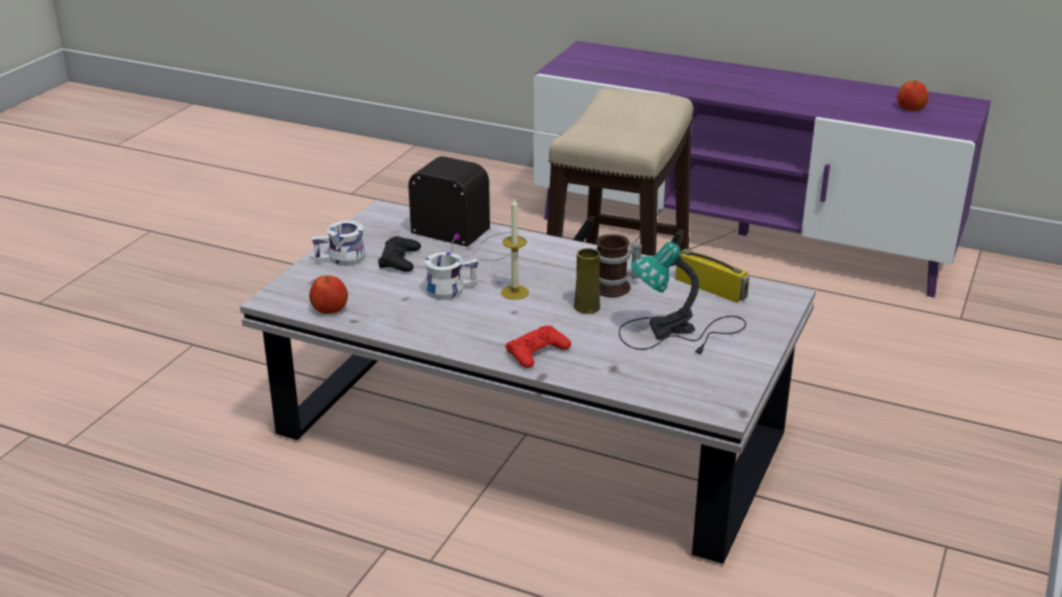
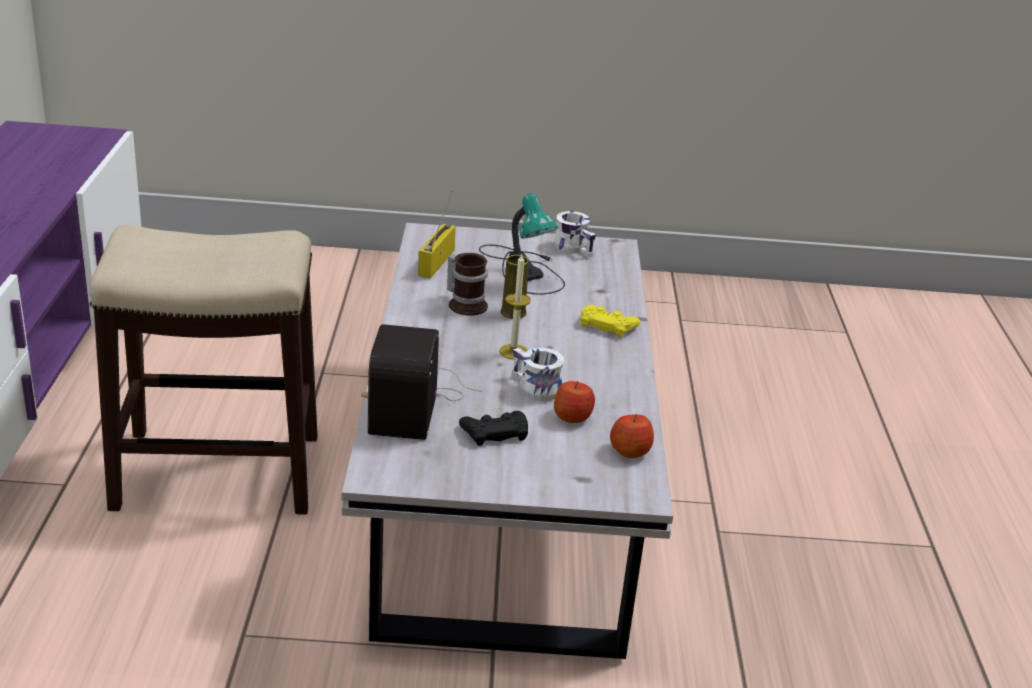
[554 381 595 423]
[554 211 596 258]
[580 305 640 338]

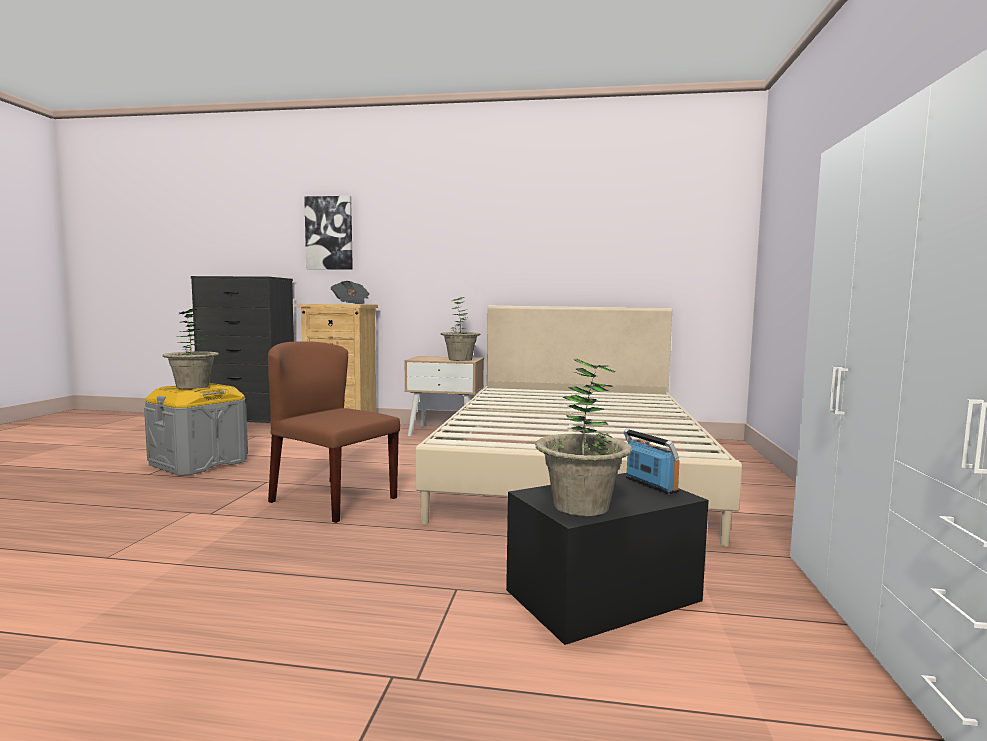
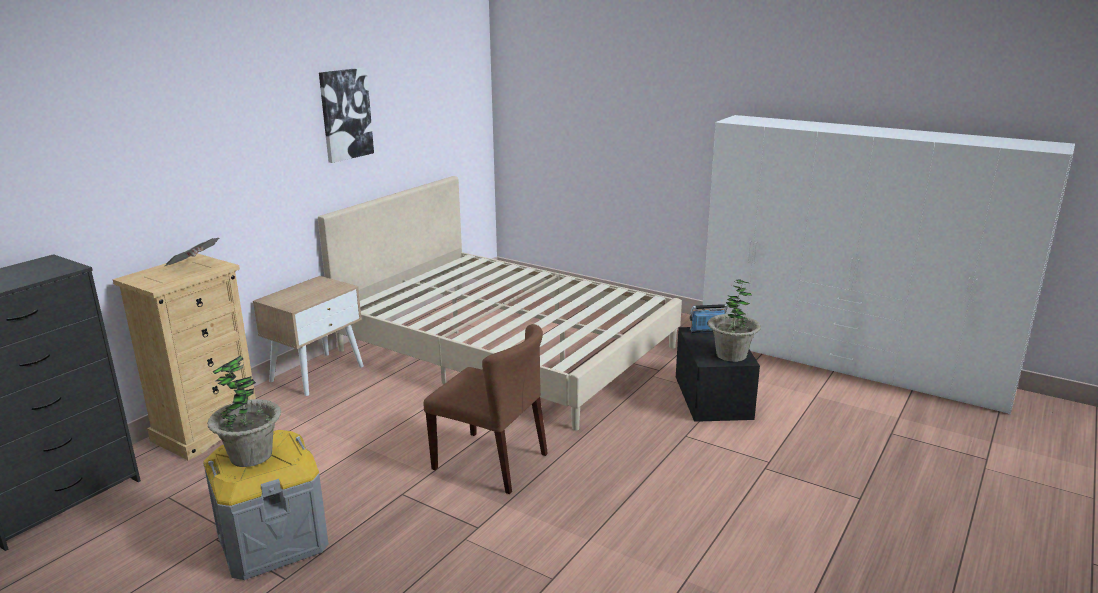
[319 68 374 163]
[441 297 481 361] (first image)
[424 324 548 494]

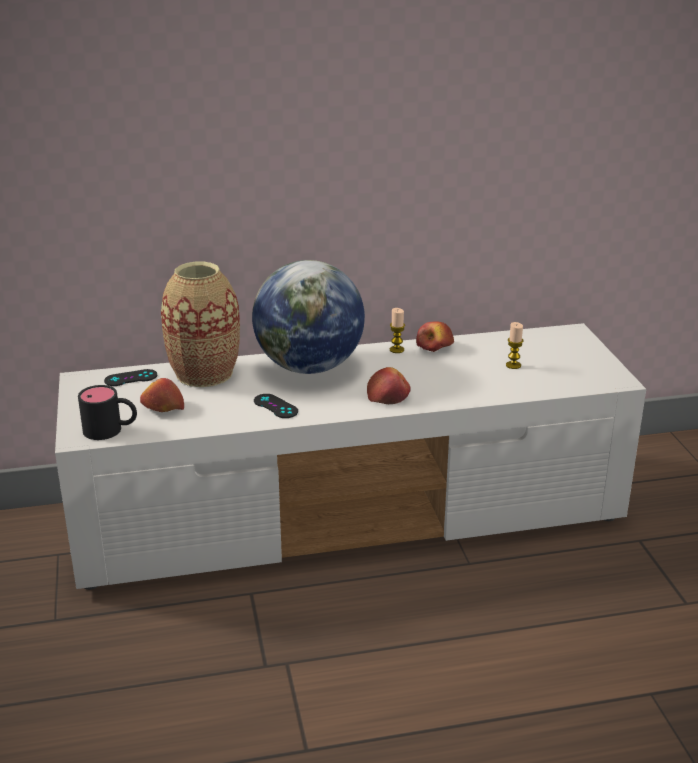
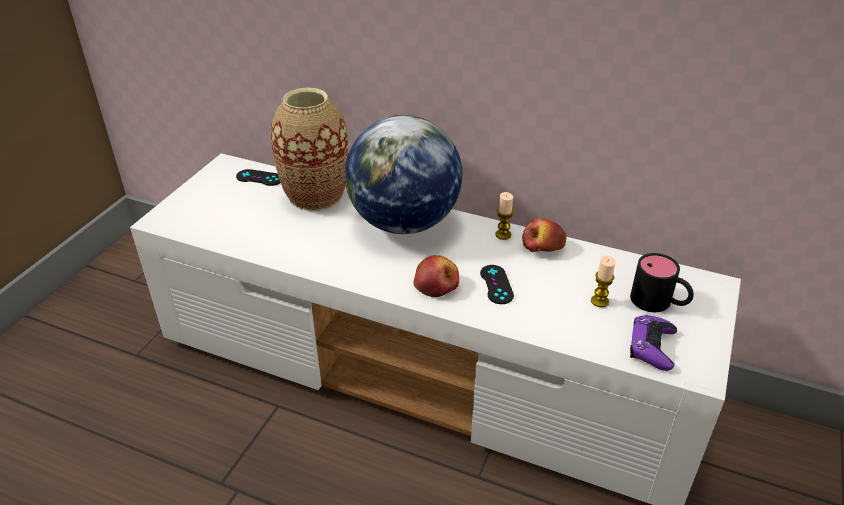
[140 378 184 412] (first image)
[630 253 694 312]
[480 265 514 304]
[630 315 677 371]

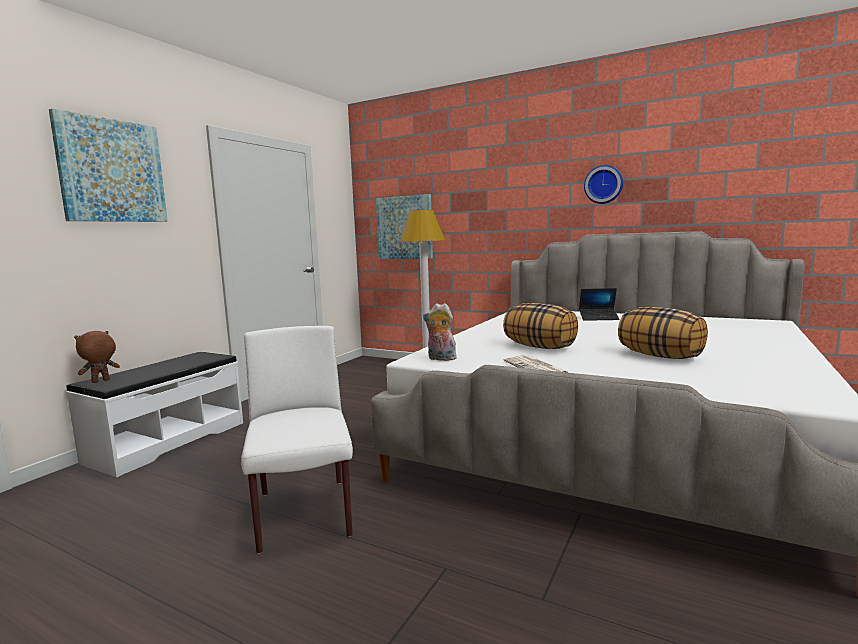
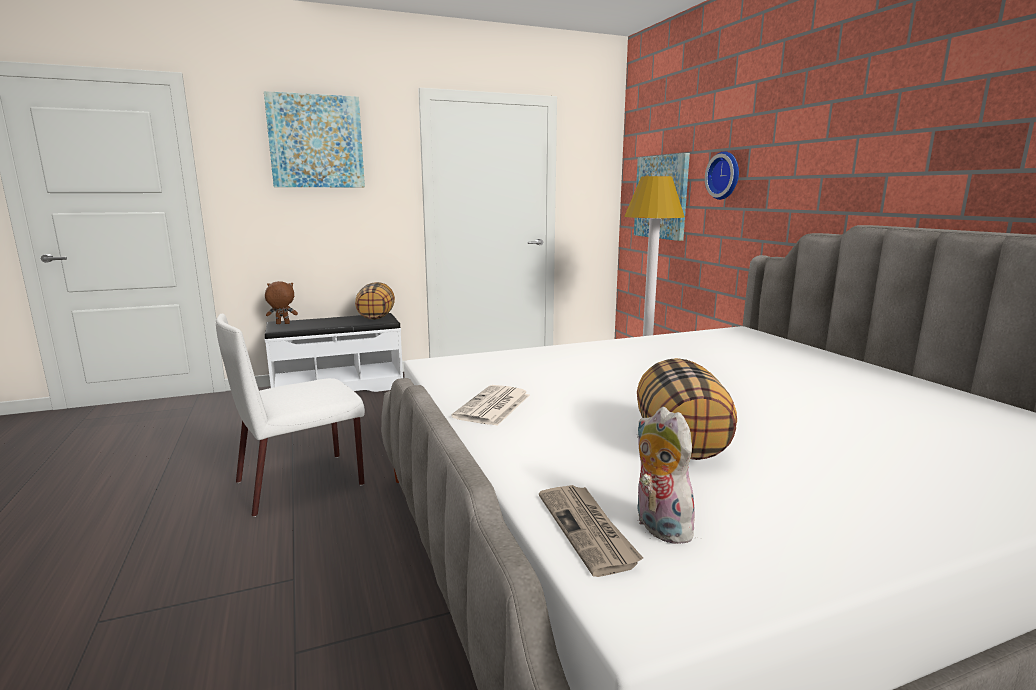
[705 151 739 200]
[579 288 619 321] (first image)
[637 407 700 544]
[355 282 395 320]
[216 314 365 517]
[539 485 643 577]

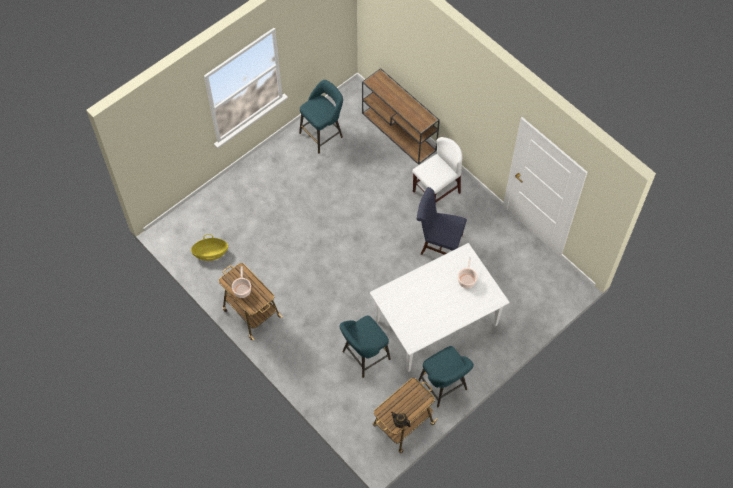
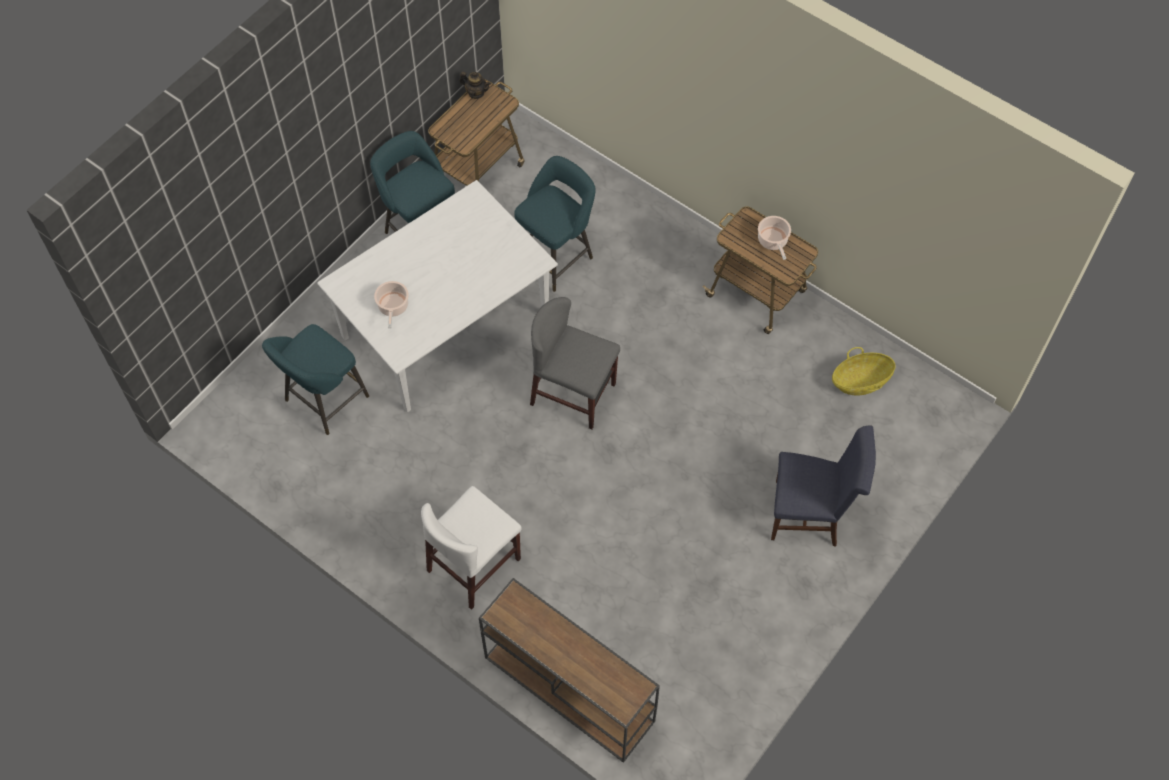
[262 324 369 435]
[771 425 876 547]
[530 297 620 430]

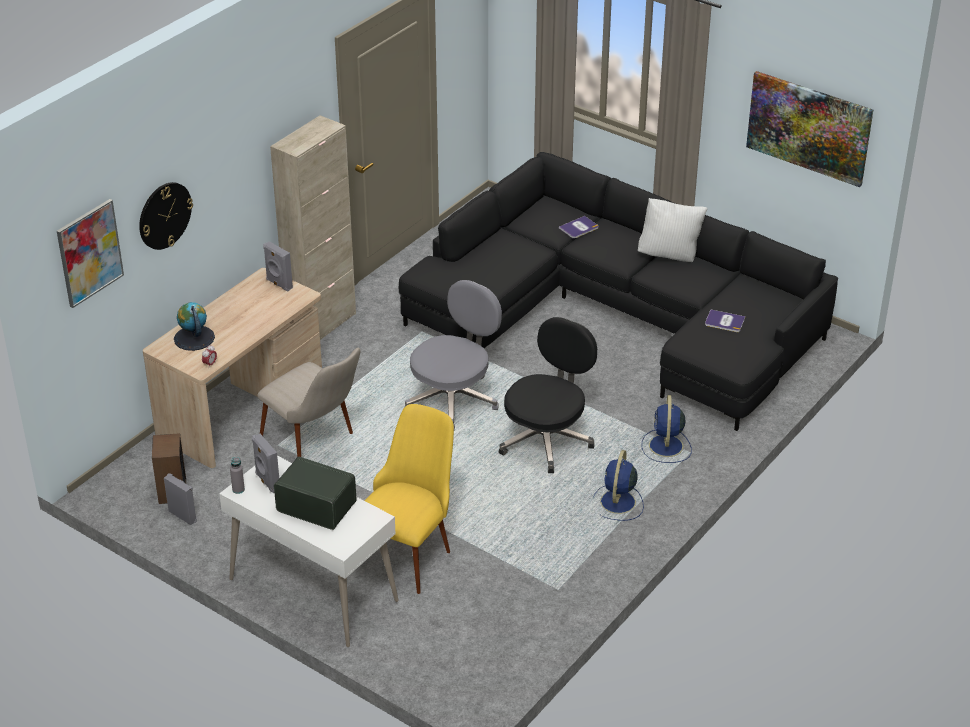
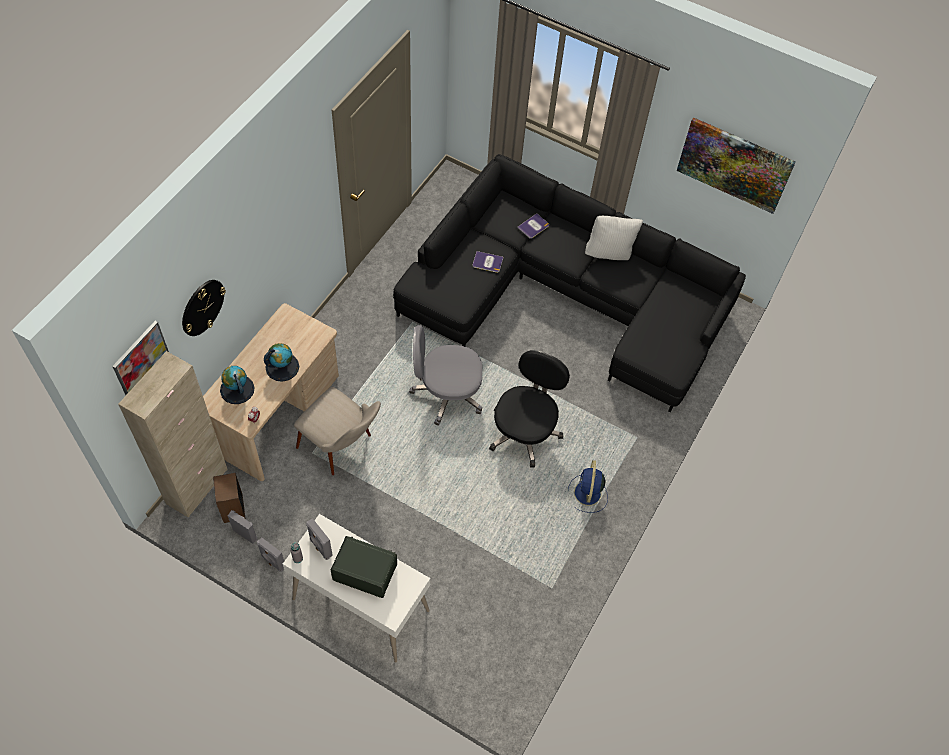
[118 351 228 518]
[257 537 284 572]
[409 325 482 425]
[473 251 503 273]
[642 395 692 463] (first image)
[365 404 454 594] (first image)
[264 343 299 382]

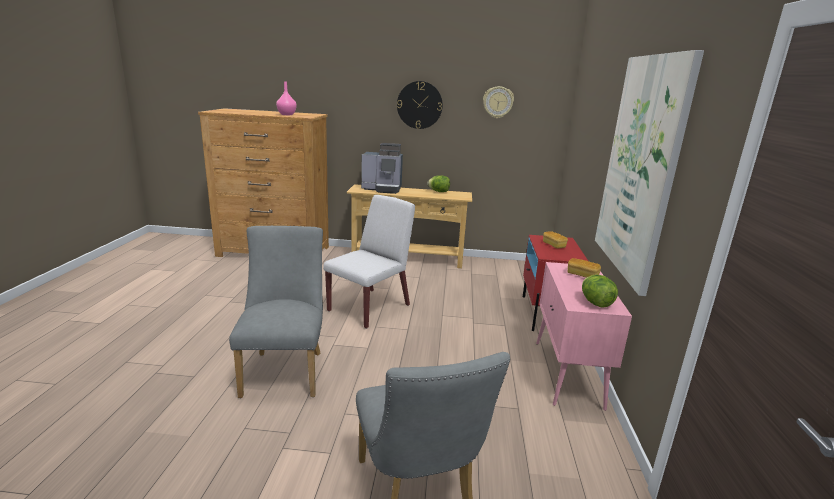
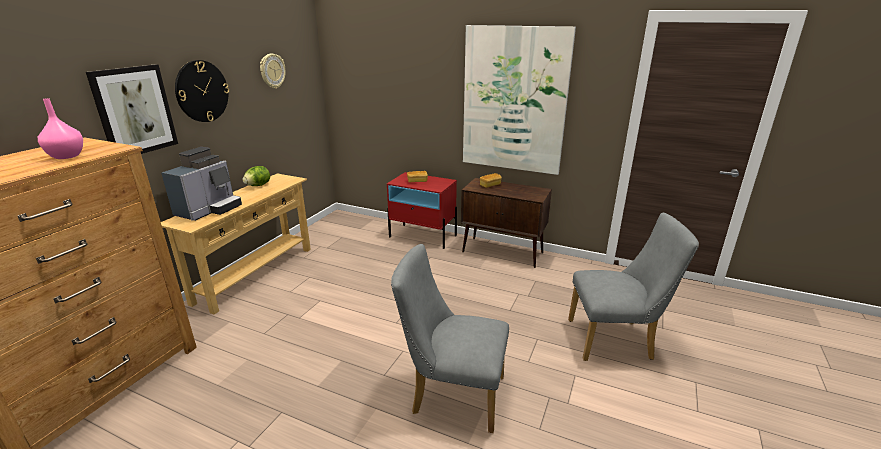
[323 195 415 329] (first image)
[461 178 552 268]
[582 274 618 308] (first image)
[86 64 178 154]

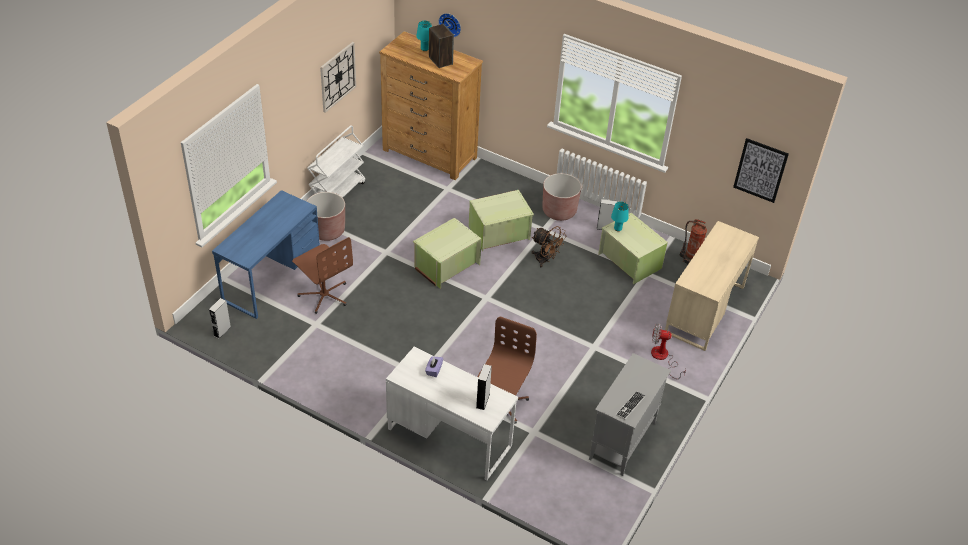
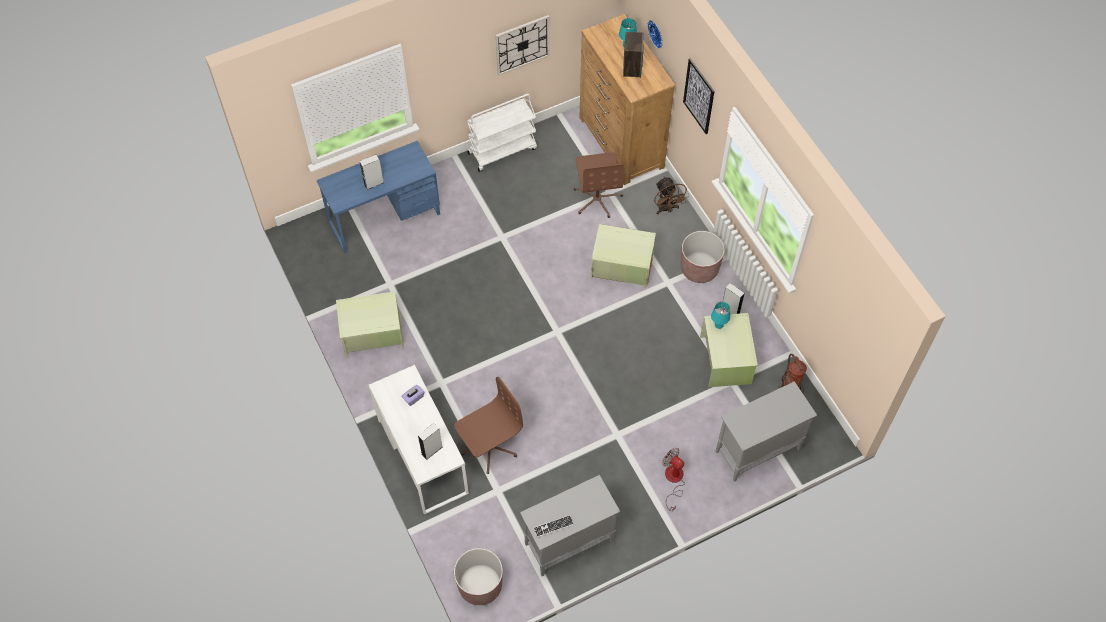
[683 58 714 134]
[454 548 503 605]
[336 292 404 357]
[715 381 817 482]
[654 177 689 215]
[574 153 624 218]
[360 154 384 190]

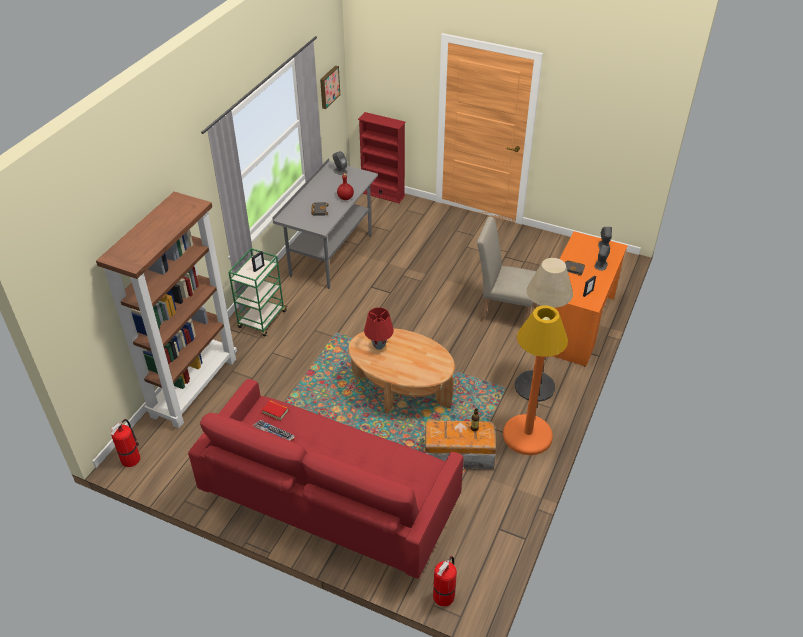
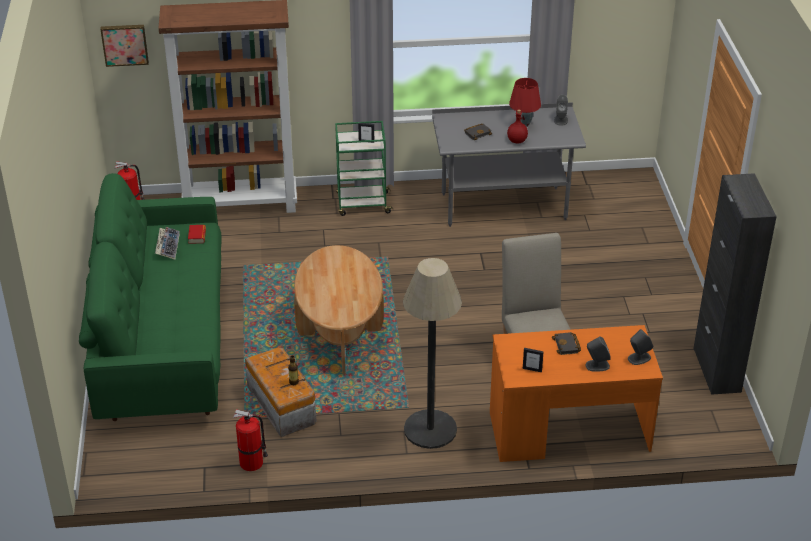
[100 25 149 67]
[358 112 406 203] (first image)
[503 305 568 455] (first image)
[509 78 541 127]
[79 173 222 421]
[233 409 268 471]
[693 173 777 395]

